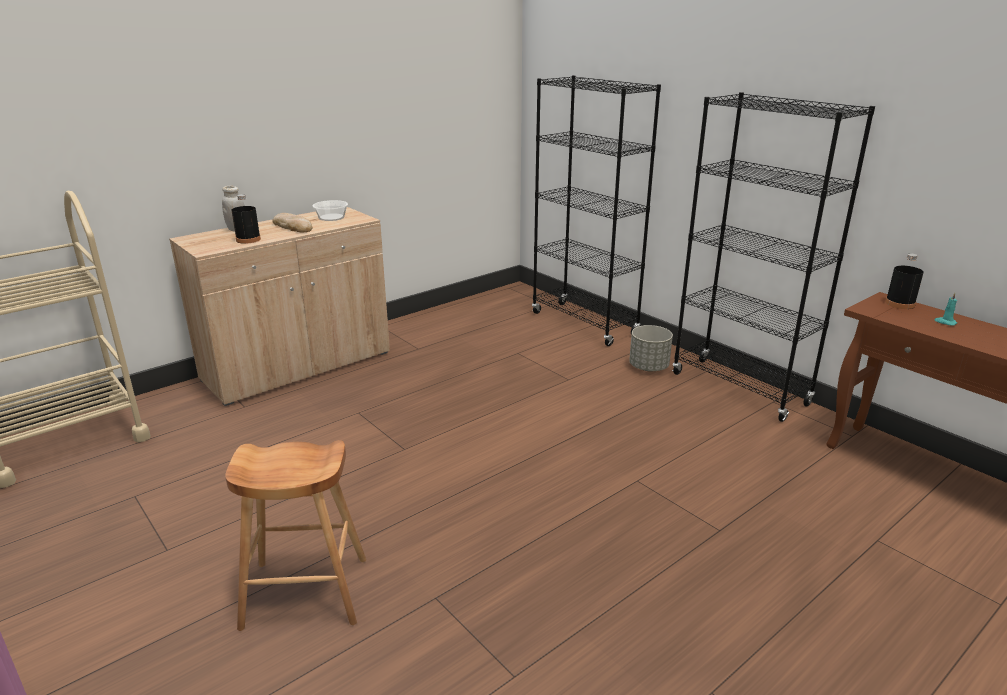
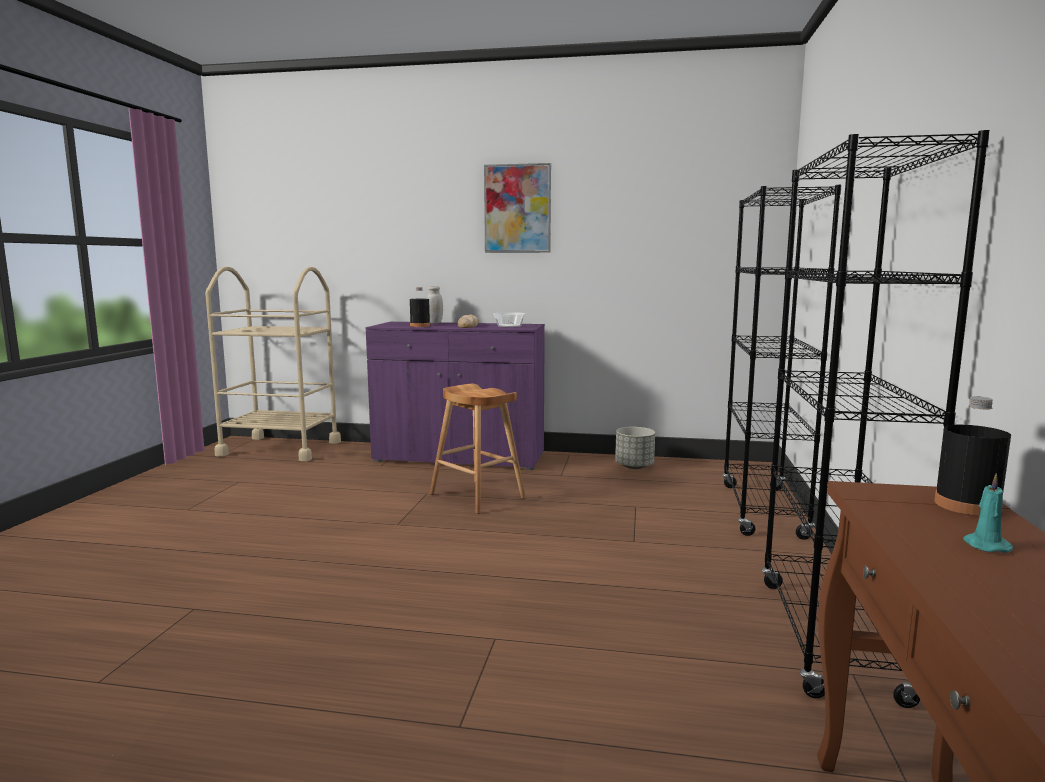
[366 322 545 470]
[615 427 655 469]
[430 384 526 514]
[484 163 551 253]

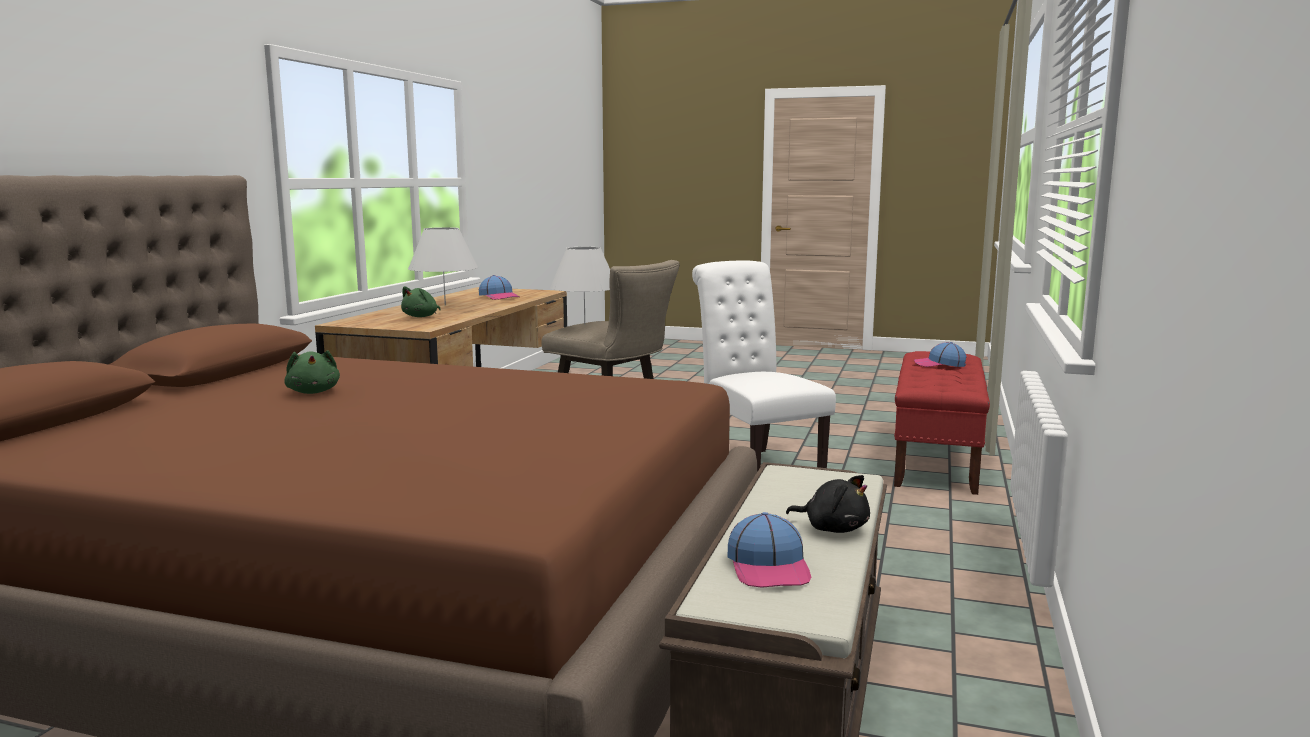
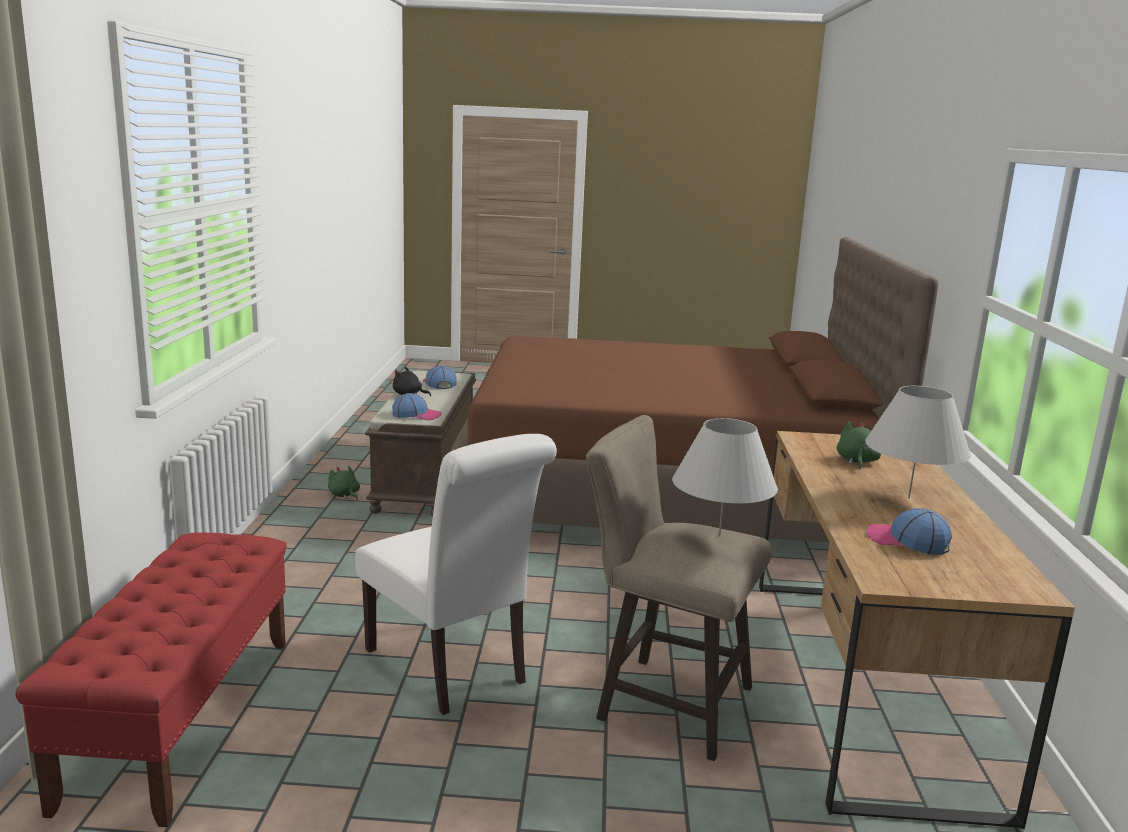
[392 393 441 420]
[328 465 360 501]

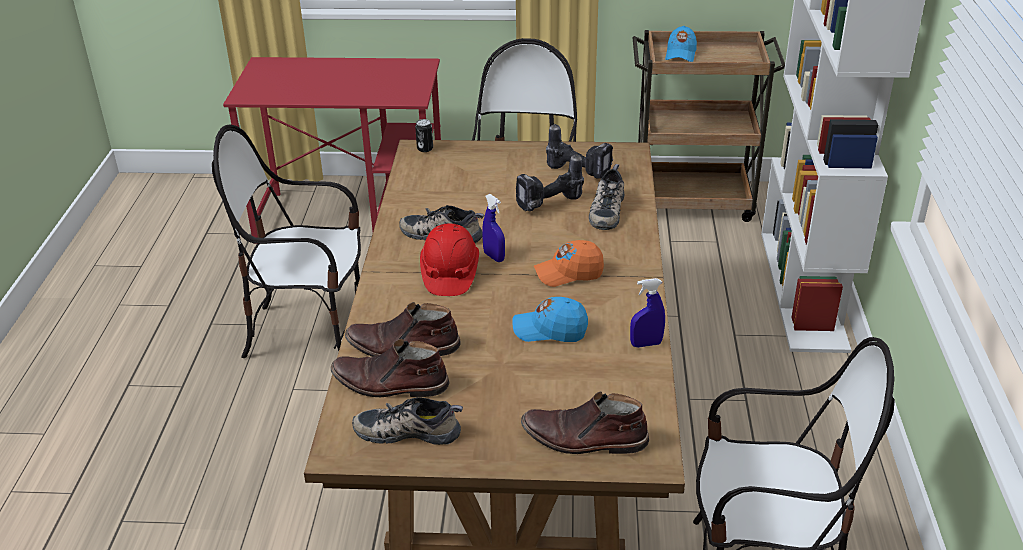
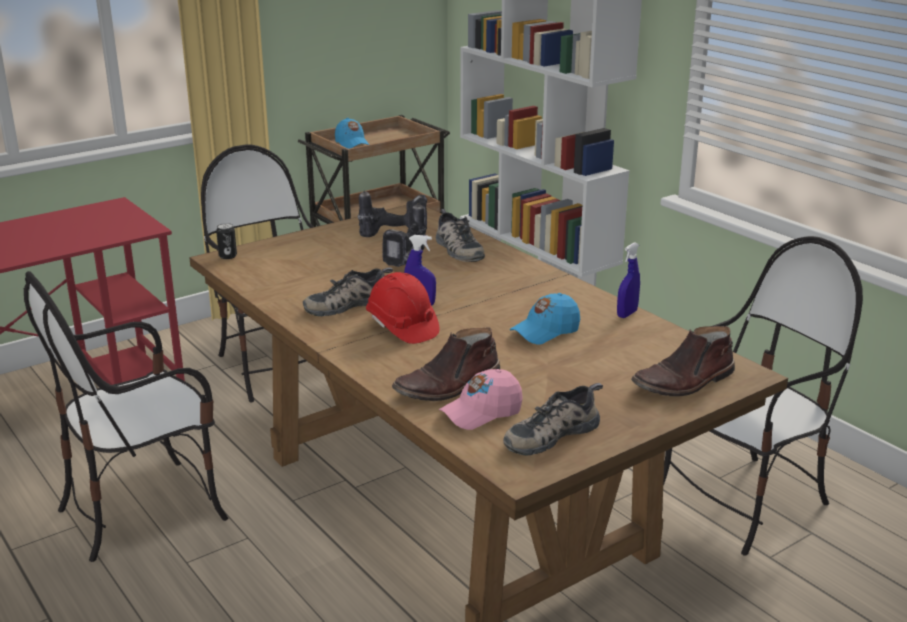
[534 240 604 287] (first image)
[439 369 523 430]

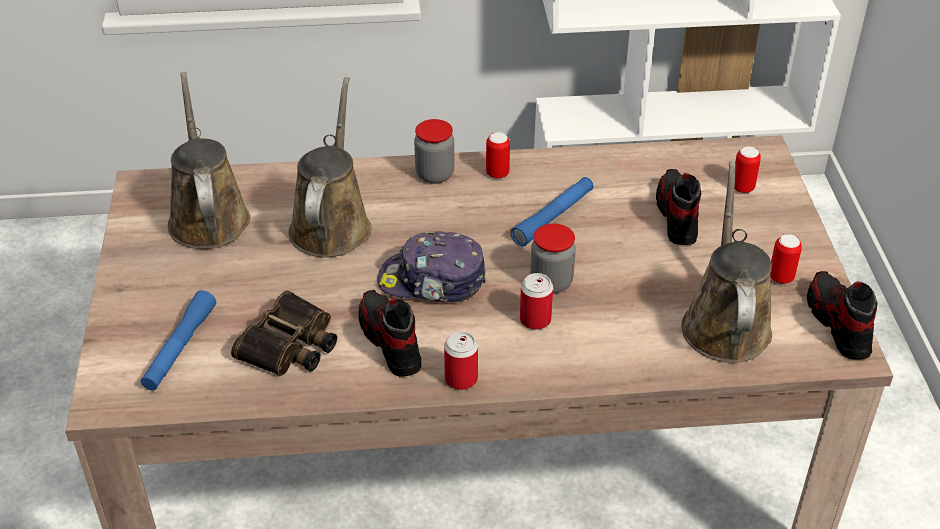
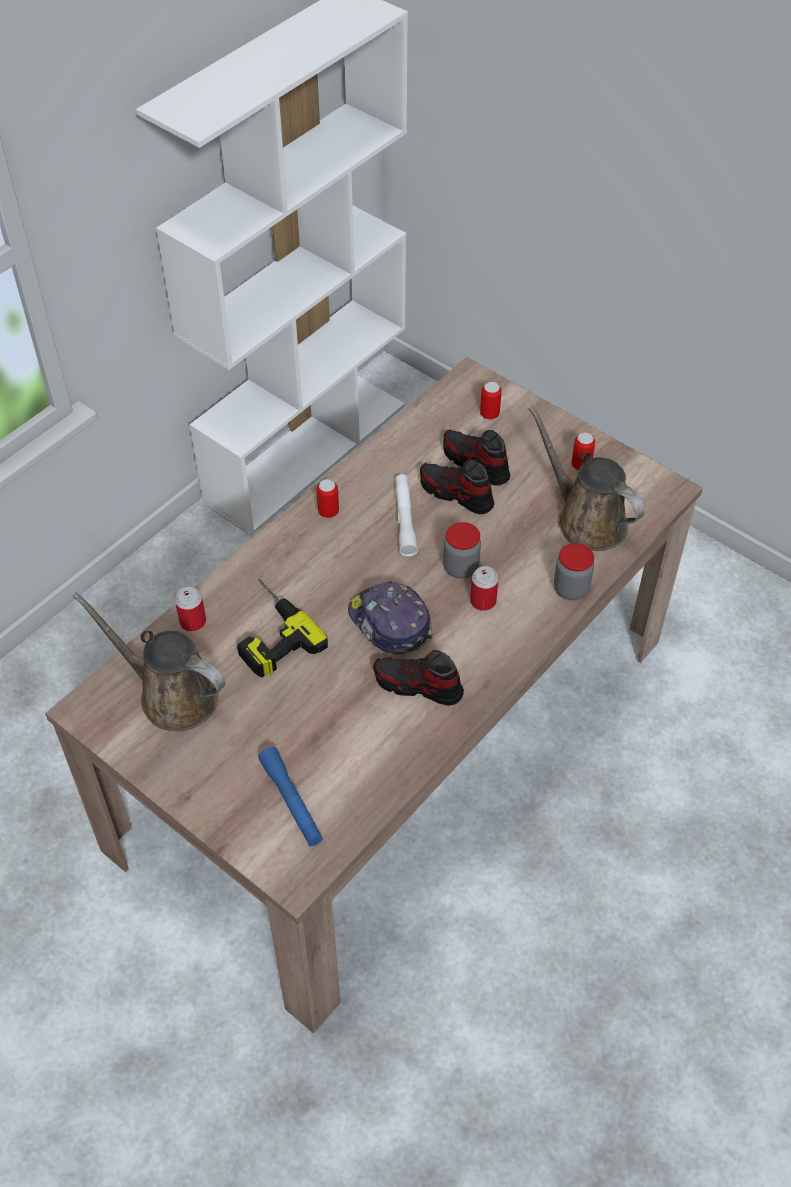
[237 580 328 678]
[554 543 594 600]
[395 474 418 557]
[348 581 433 654]
[420 459 494 514]
[231 290 337 376] (first image)
[175 587 206 631]

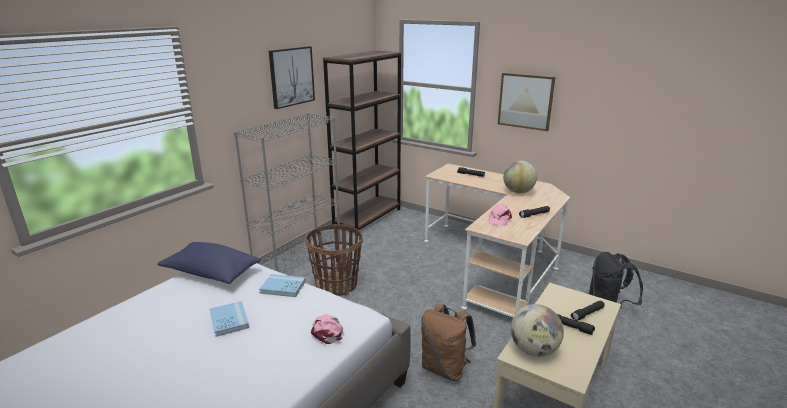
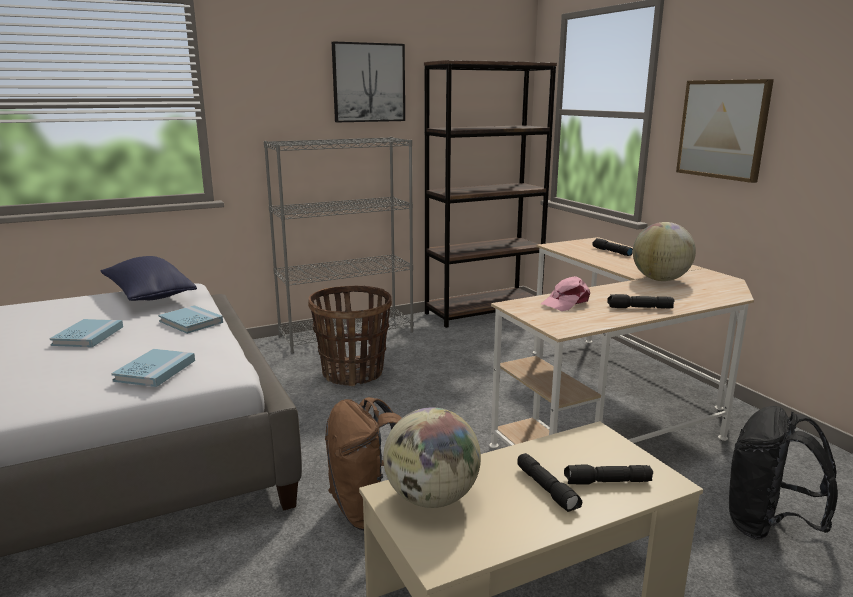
[111 349 195 387]

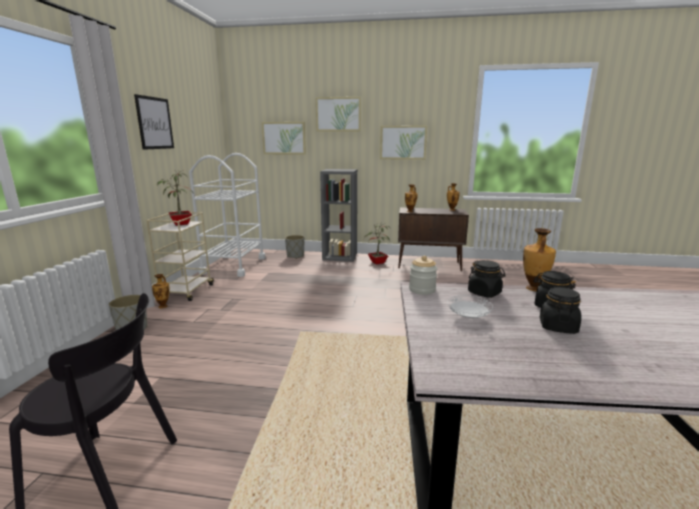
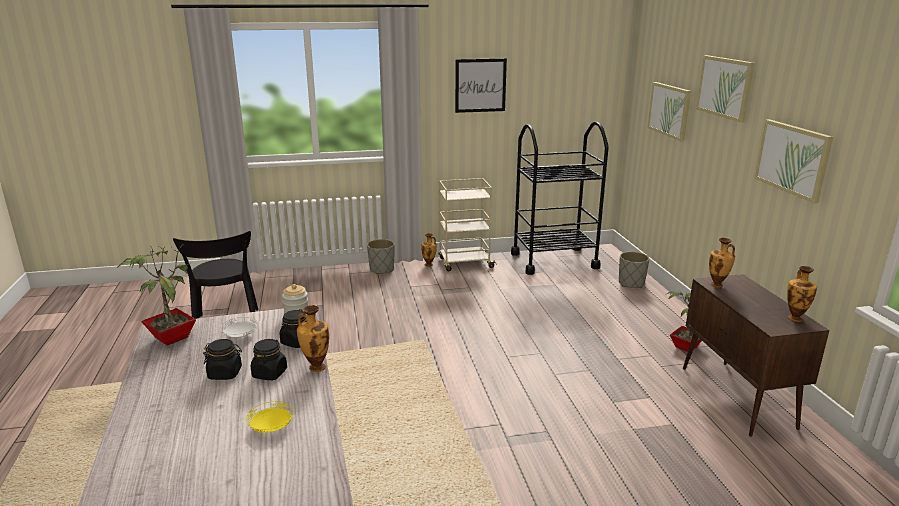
[511 122 609 275]
[320 169 357 262] (first image)
[116 244 196 346]
[246 401 294 433]

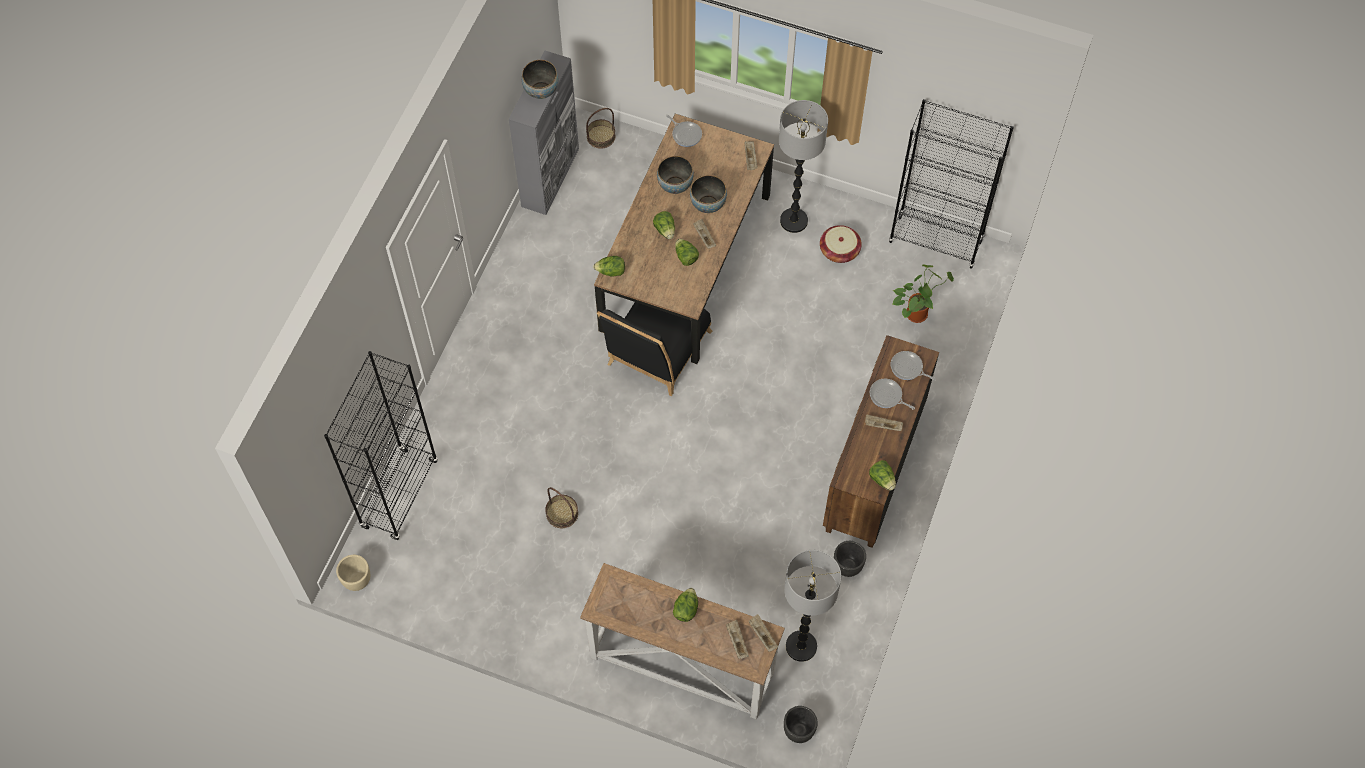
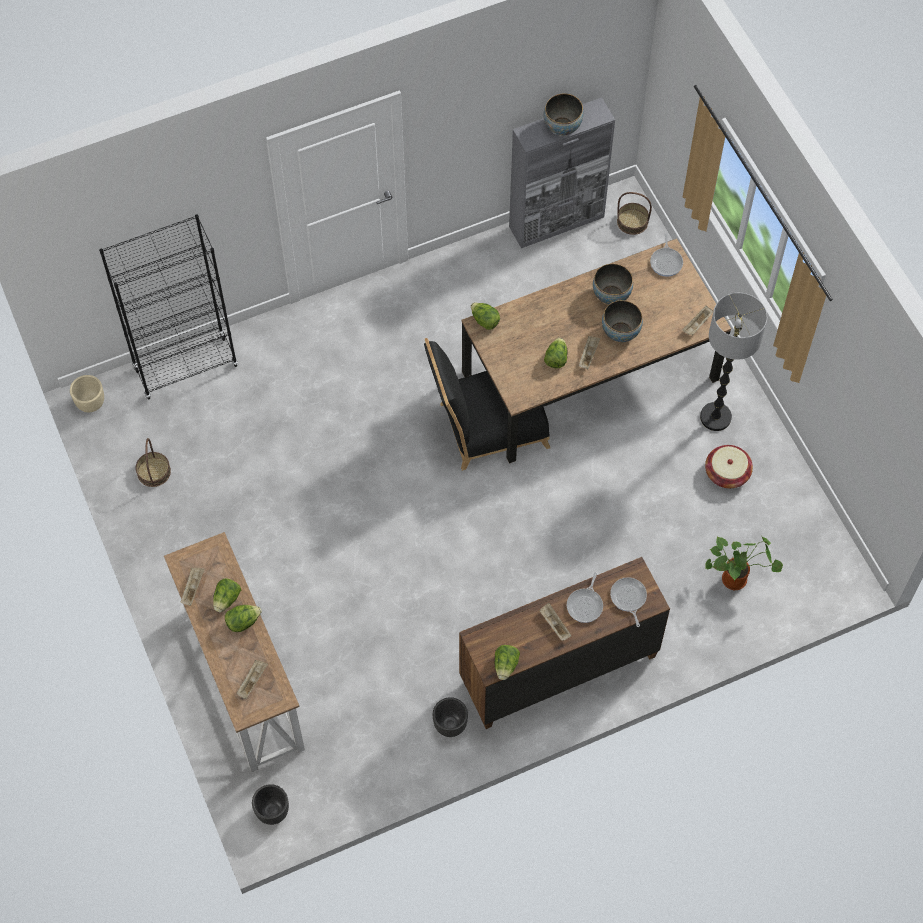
[888 99 1014 269] (first image)
[213 578 241 612]
[567 573 603 623]
[135 438 171 487]
[784 550 841 662] (first image)
[180 568 205 606]

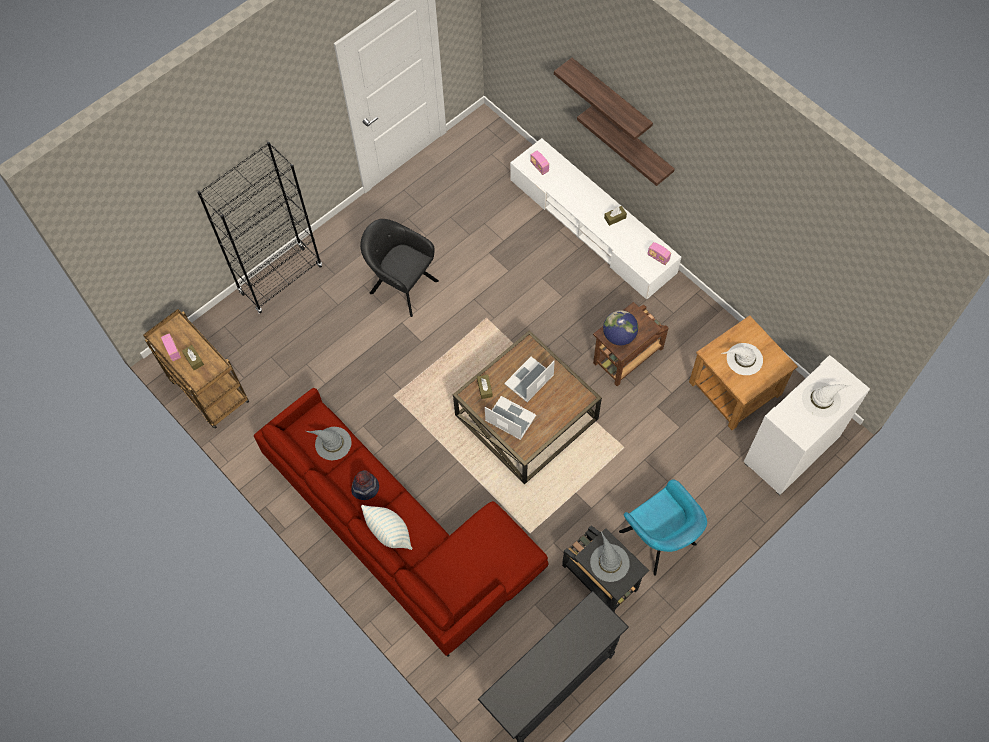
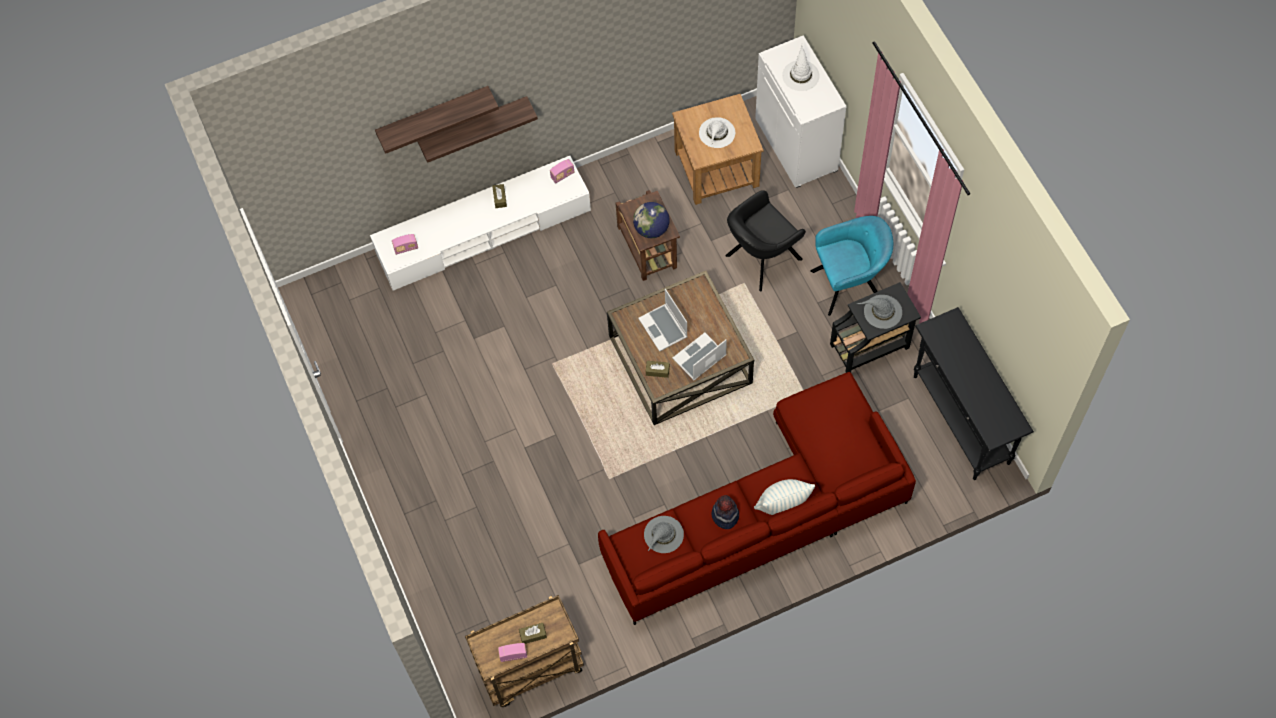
[197 142 322 314] (first image)
[725 190 806 291]

